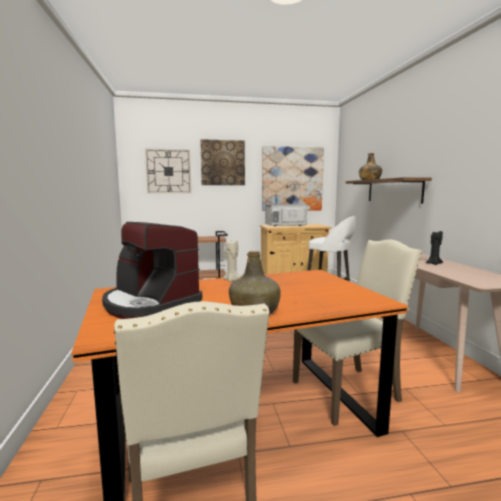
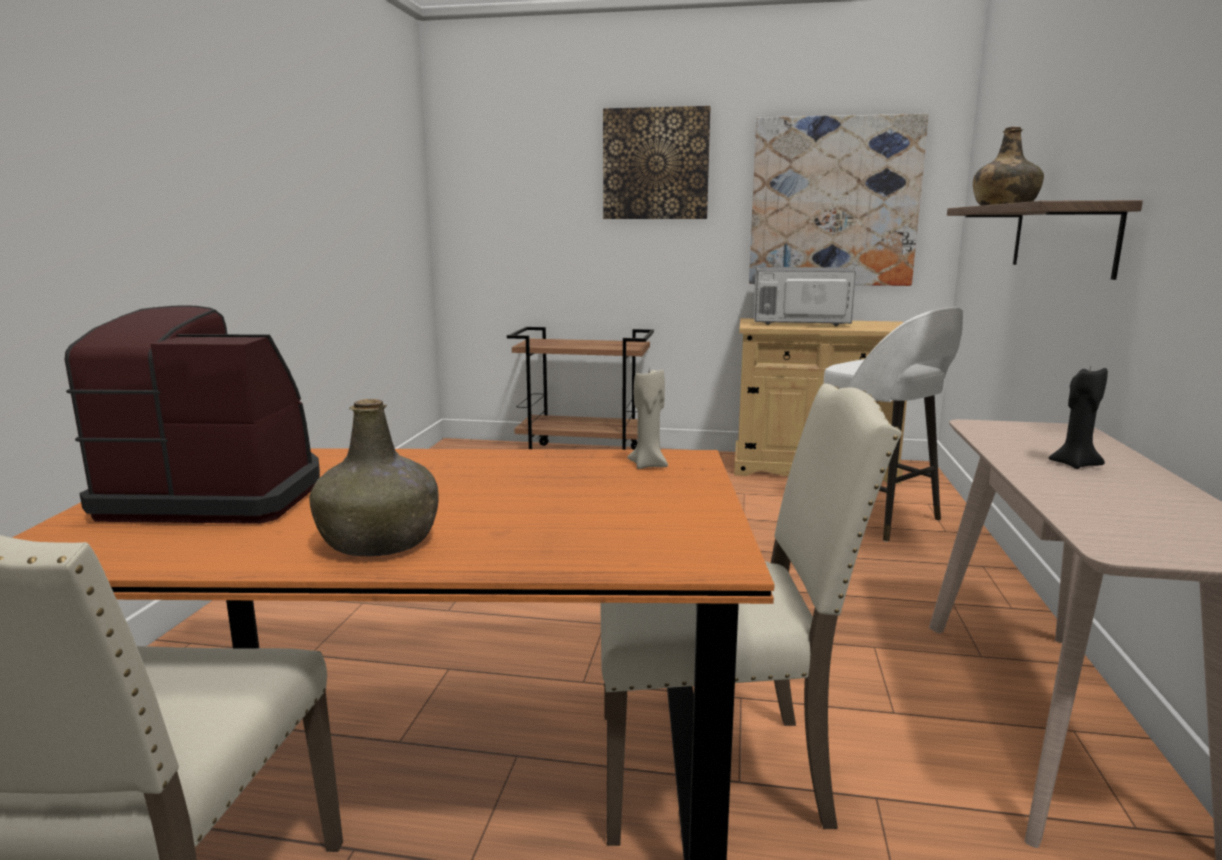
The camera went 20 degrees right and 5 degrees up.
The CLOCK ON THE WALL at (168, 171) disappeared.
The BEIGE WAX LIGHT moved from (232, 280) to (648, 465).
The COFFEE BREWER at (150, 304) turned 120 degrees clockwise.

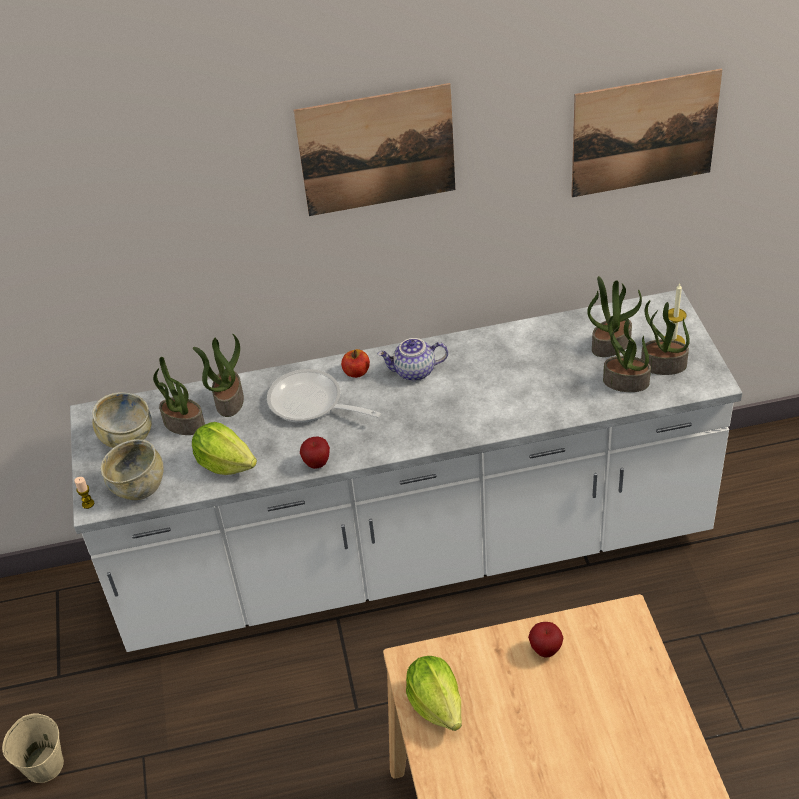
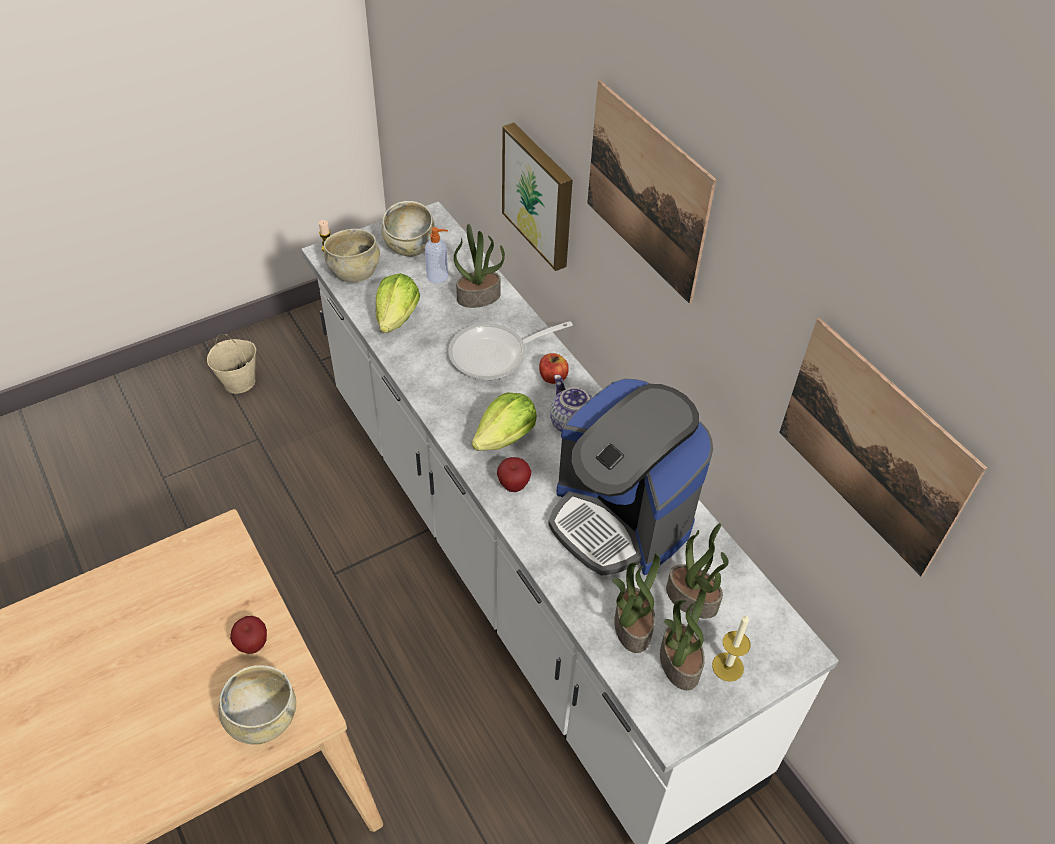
The camera went 65 degrees right and 5 degrees up.
The BEIGE DEEP DISH at (263, 720) appeared.
The WALL ART at (540, 195) appeared.
The COFFEE BREWER at (620, 518) appeared.
The WHOLE APPLE moved from (317, 463) to (513, 485).
The LETTUCE moved from (436, 704) to (506, 438).
The PLANT IN A POT at (183, 424) was replaced by the LIQUID SOAP BOTTLE at (438, 276).
The SKILLET at (311, 404) turned 120 degrees counterclockwise.

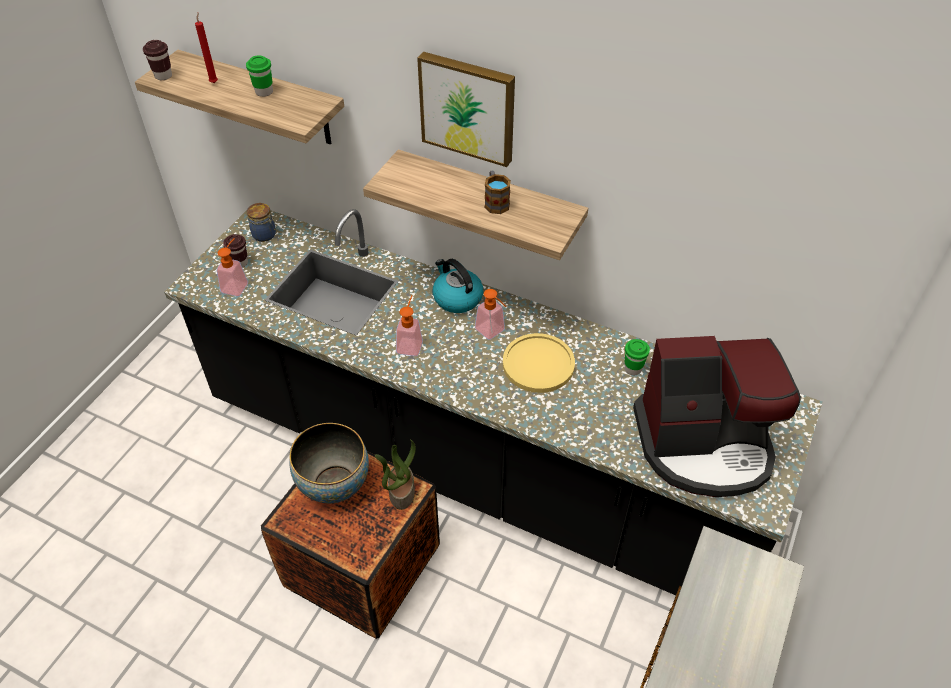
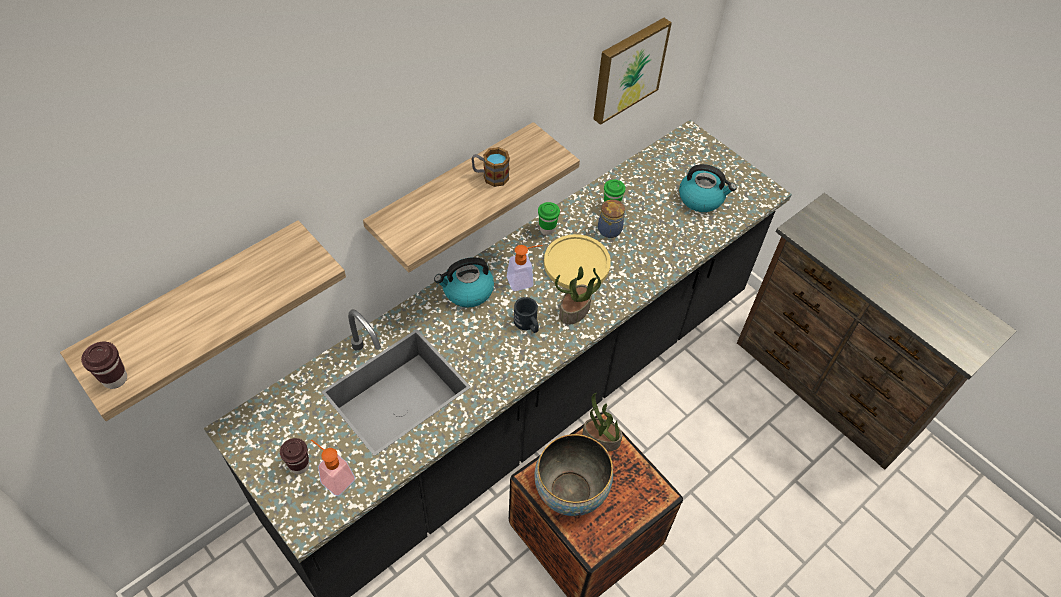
The camera went 70 degrees left and 5 degrees up.
The RED WAX LIGHT at (214, 82) disappeared.
The LIQUID SOAP BOTTLE at (410, 343) disappeared.
The BLACKISH MUG at (527, 324) appeared.
The PLANT IN A POT at (575, 311) appeared.
The GREENISH SMALL CUP moved from (264, 92) to (547, 229).
The PRESERVE JAR moved from (265, 235) to (610, 229).
The WALL ART moved from (468, 107) to (628, 69).
The COFFEE BREWER at (704, 445) was replaced by the TEA KETTLE at (701, 198).

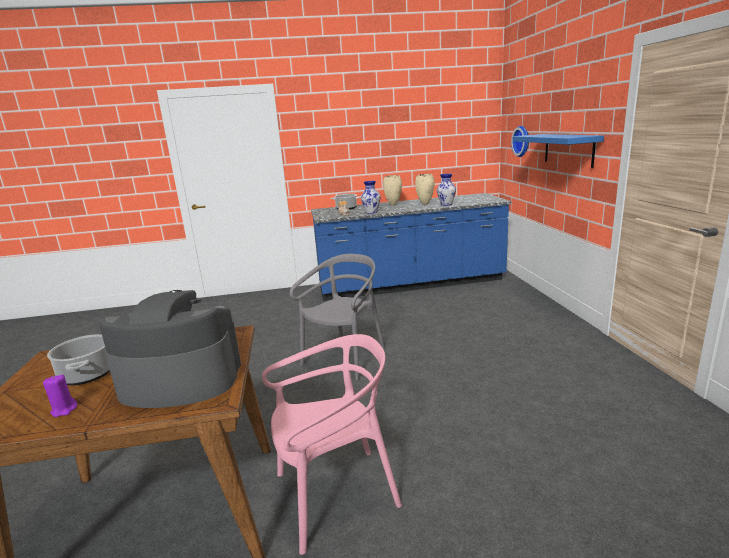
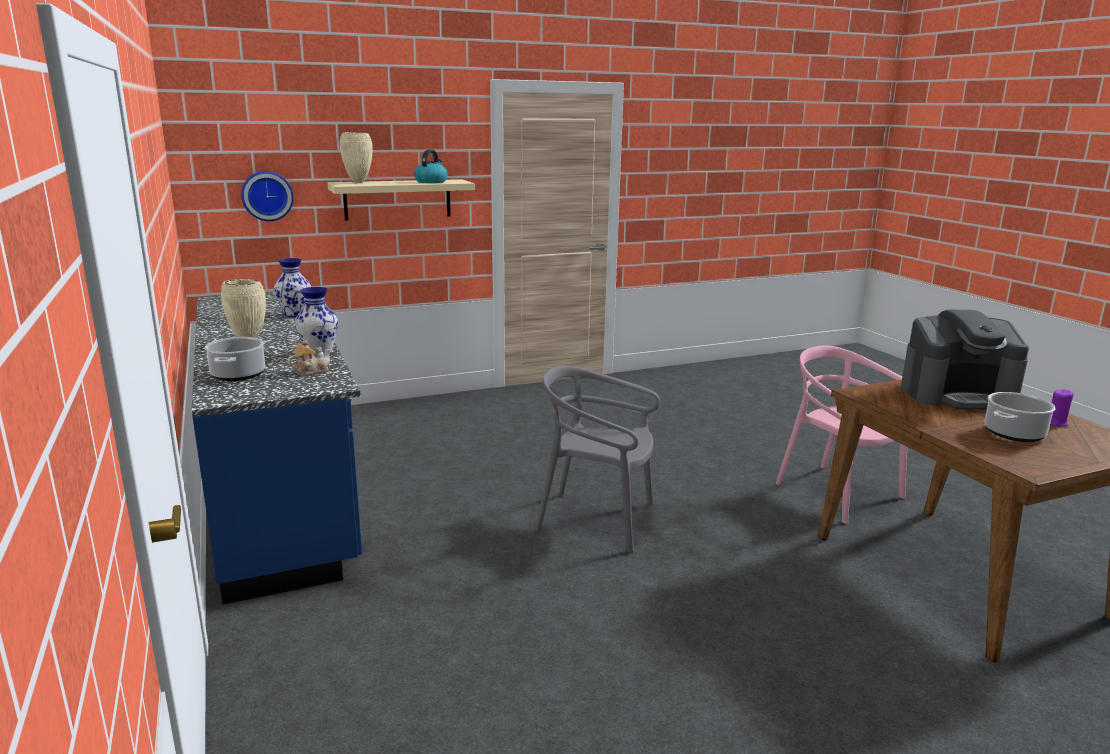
The camera went 105 degrees left and 0 degrees up.
The TEA KETTLE at (431, 182) appeared.
The BEIGE VASE moved from (425, 204) to (359, 183).
The BLUE-COLOURED SHELF at (568, 149) became the BEIGE SHELF at (397, 199).
The COFFEE BREWER at (180, 380) turned 75 degrees counterclockwise.

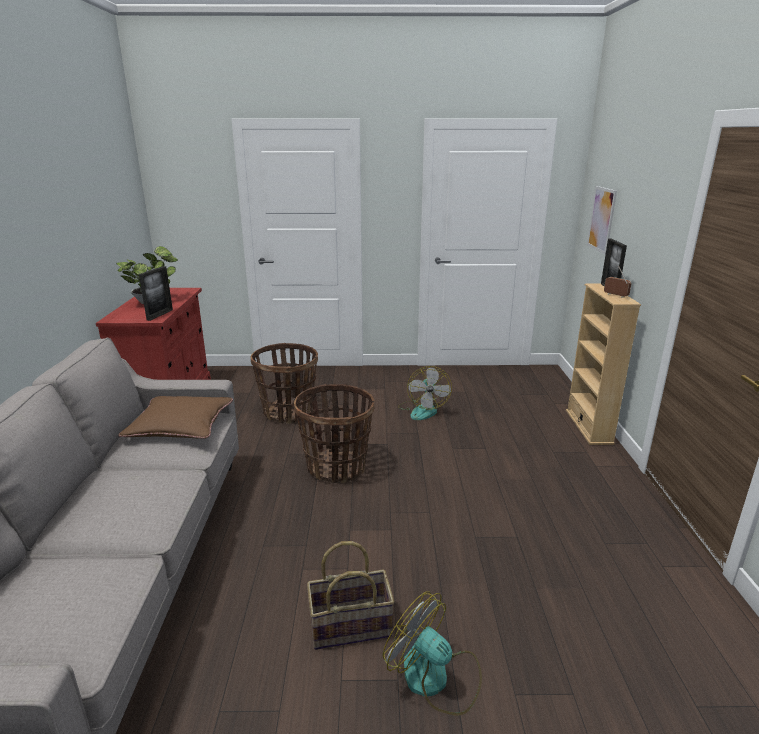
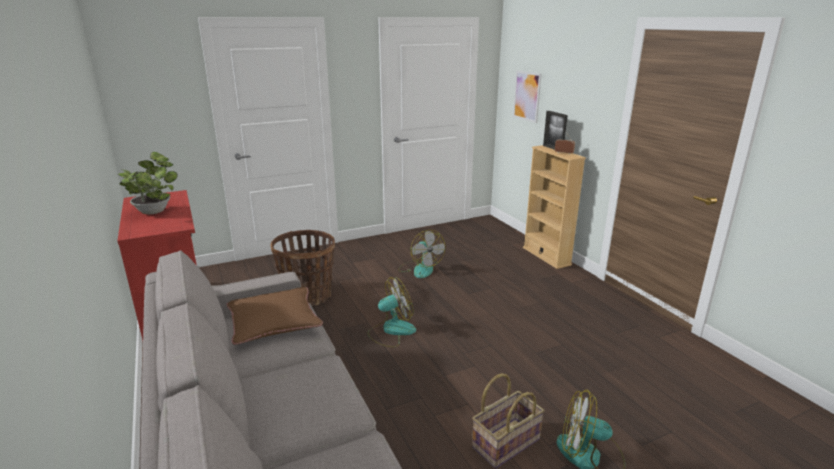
The camera went 25 degrees left and 0 degrees up.
The PICTURE FRAME at (160, 315) disappeared.
The BASKET at (336, 468) was replaced by the ELECTRIC FAN at (391, 331).

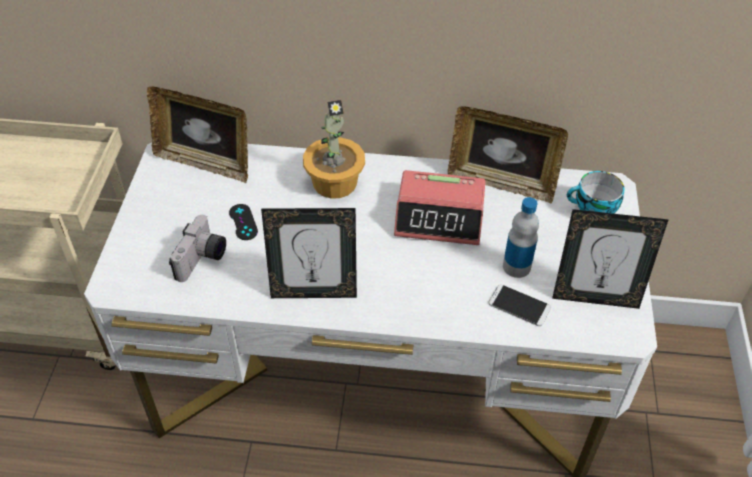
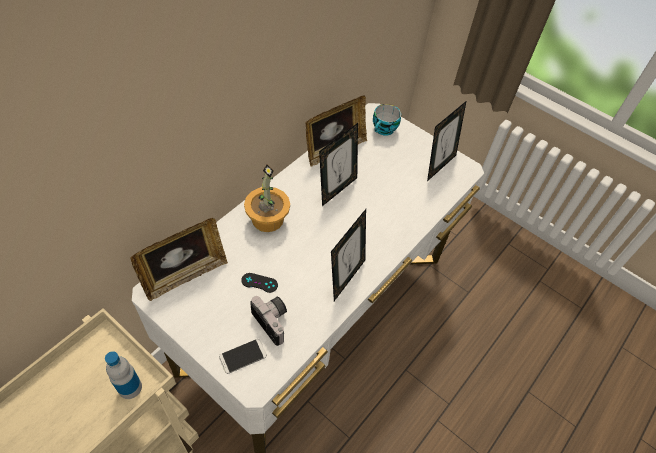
The camera went 60 degrees left and 5 degrees up.
The HANDSET moved from (519, 305) to (243, 356).
The BEVERAGE BOTTLE moved from (516, 266) to (130, 387).
The BEDSIDE CLOCK at (440, 217) was replaced by the PICTURE FRAME at (336, 189).

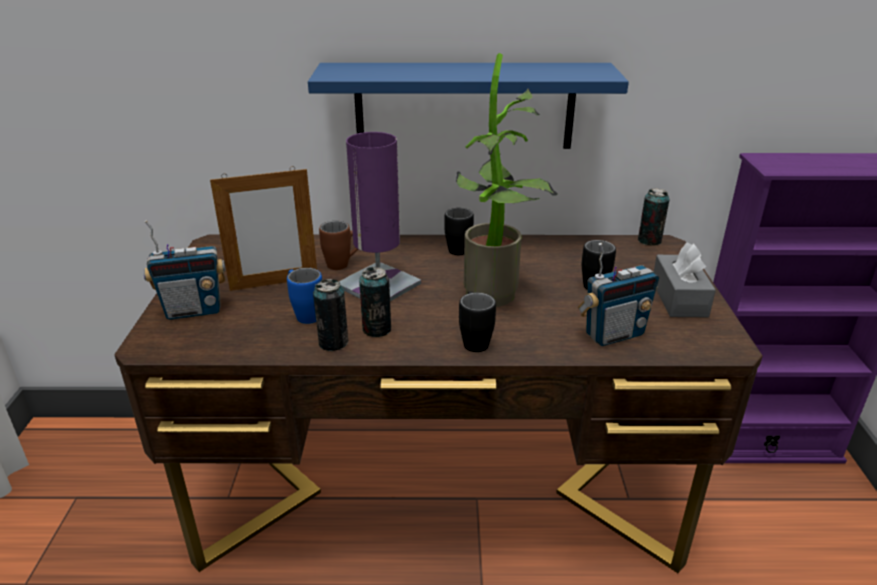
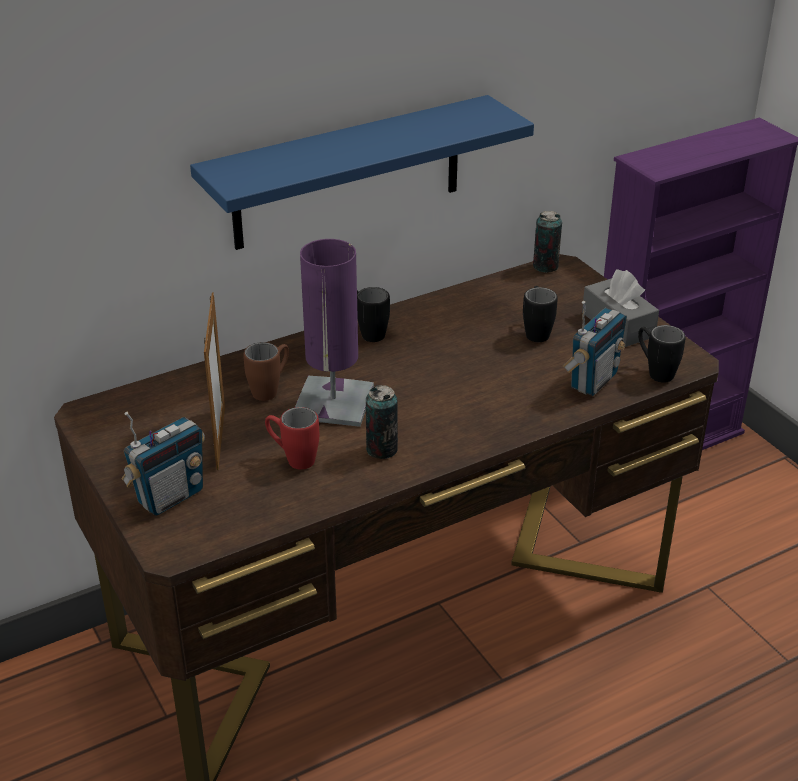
The camera went 30 degrees left and 5 degrees up.
The METAL CAN at (333, 342) disappeared.
The PLANT IN A POT at (498, 296) disappeared.
The BLACKISH MUG moved from (474, 340) to (655, 372).
The BLUE-COLOURED MUG at (305, 314) became the RED MUG at (293, 459).
The PICTURE FRAME at (274, 283) turned 45 degrees counterclockwise.

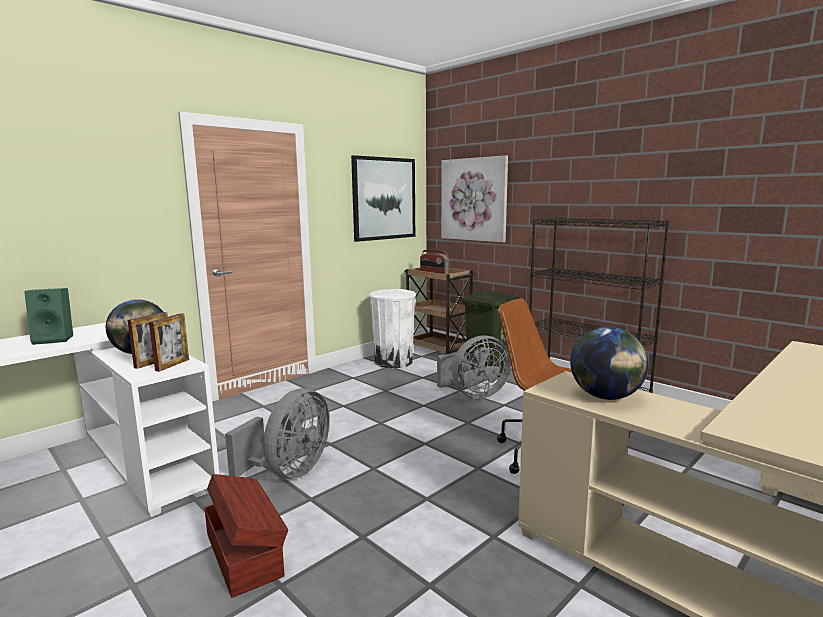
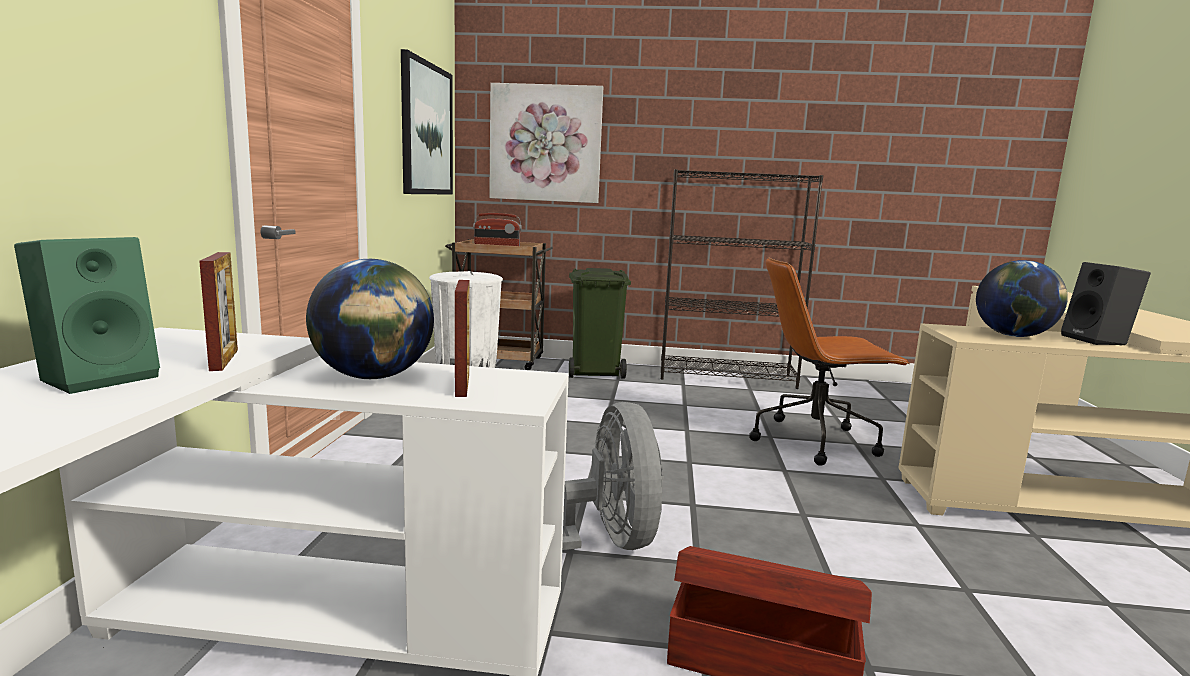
The camera went 40 degrees left and 0 degrees up.
The GREY ELECTRIC FAN at (474, 394) disappeared.
The BLACKISH AUDIO SPEAKER at (1098, 341) appeared.
The PICTURE FRAME moved from (172, 365) to (224, 360).

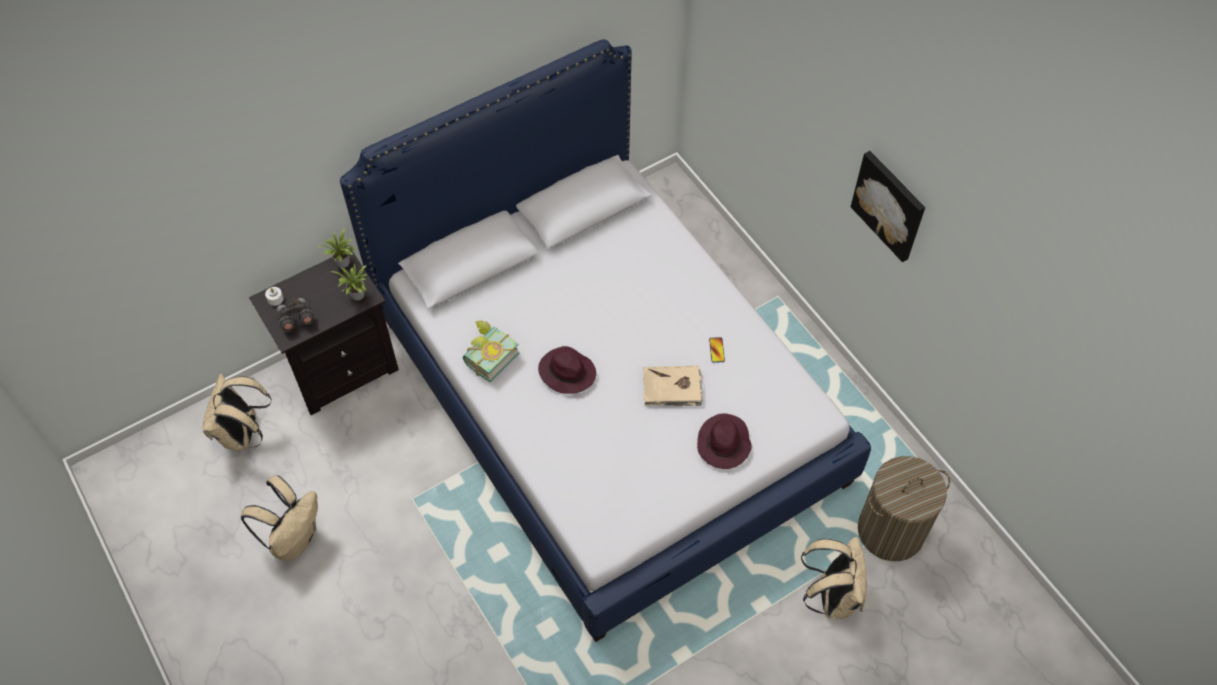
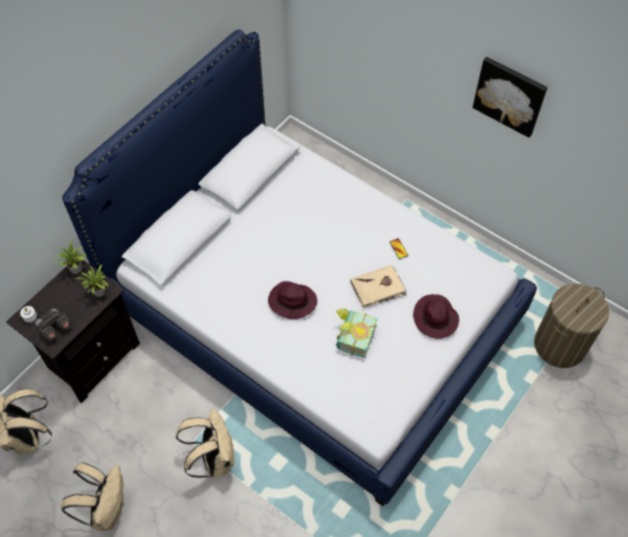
The camera went 20 degrees left and 0 degrees up.
The BOOK moved from (488, 356) to (351, 336).
The BEIGE RUCKSACK moved from (832, 596) to (213, 459).

